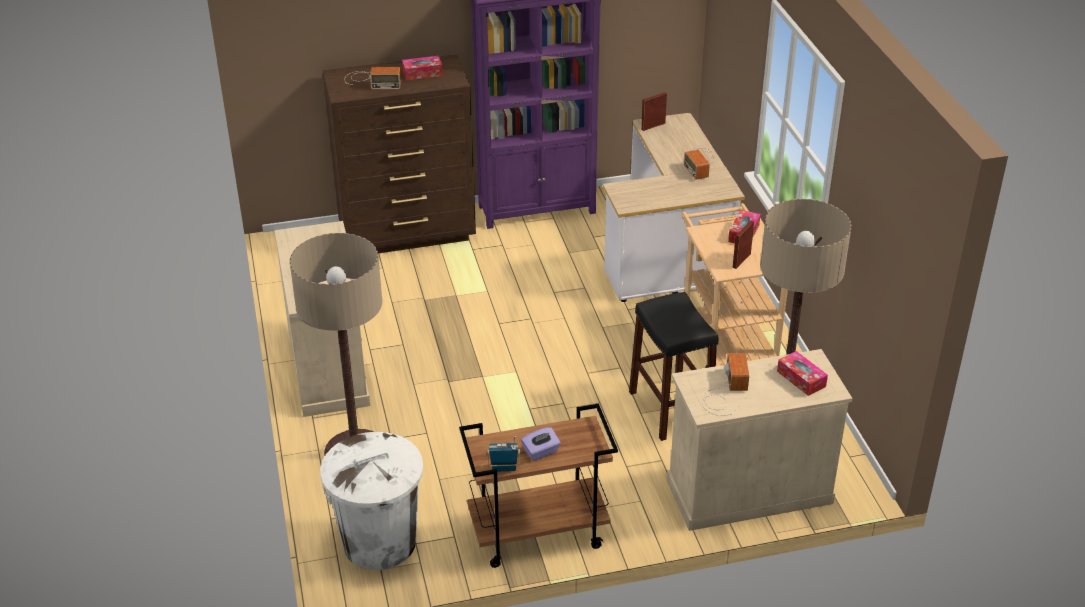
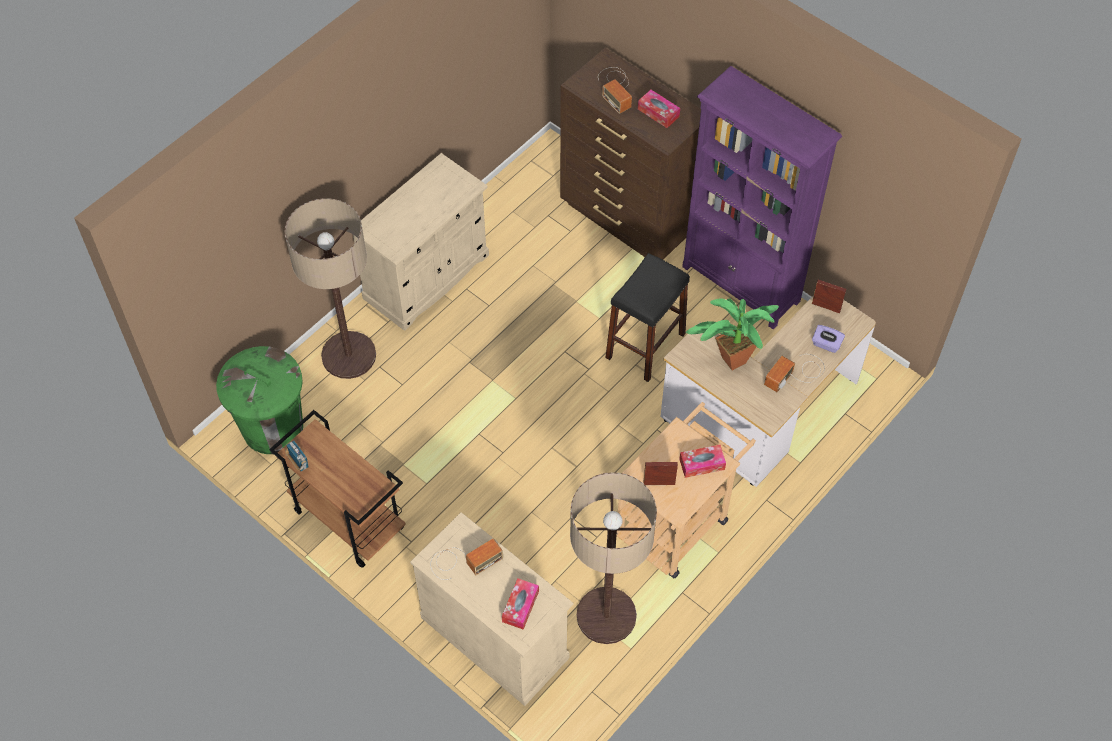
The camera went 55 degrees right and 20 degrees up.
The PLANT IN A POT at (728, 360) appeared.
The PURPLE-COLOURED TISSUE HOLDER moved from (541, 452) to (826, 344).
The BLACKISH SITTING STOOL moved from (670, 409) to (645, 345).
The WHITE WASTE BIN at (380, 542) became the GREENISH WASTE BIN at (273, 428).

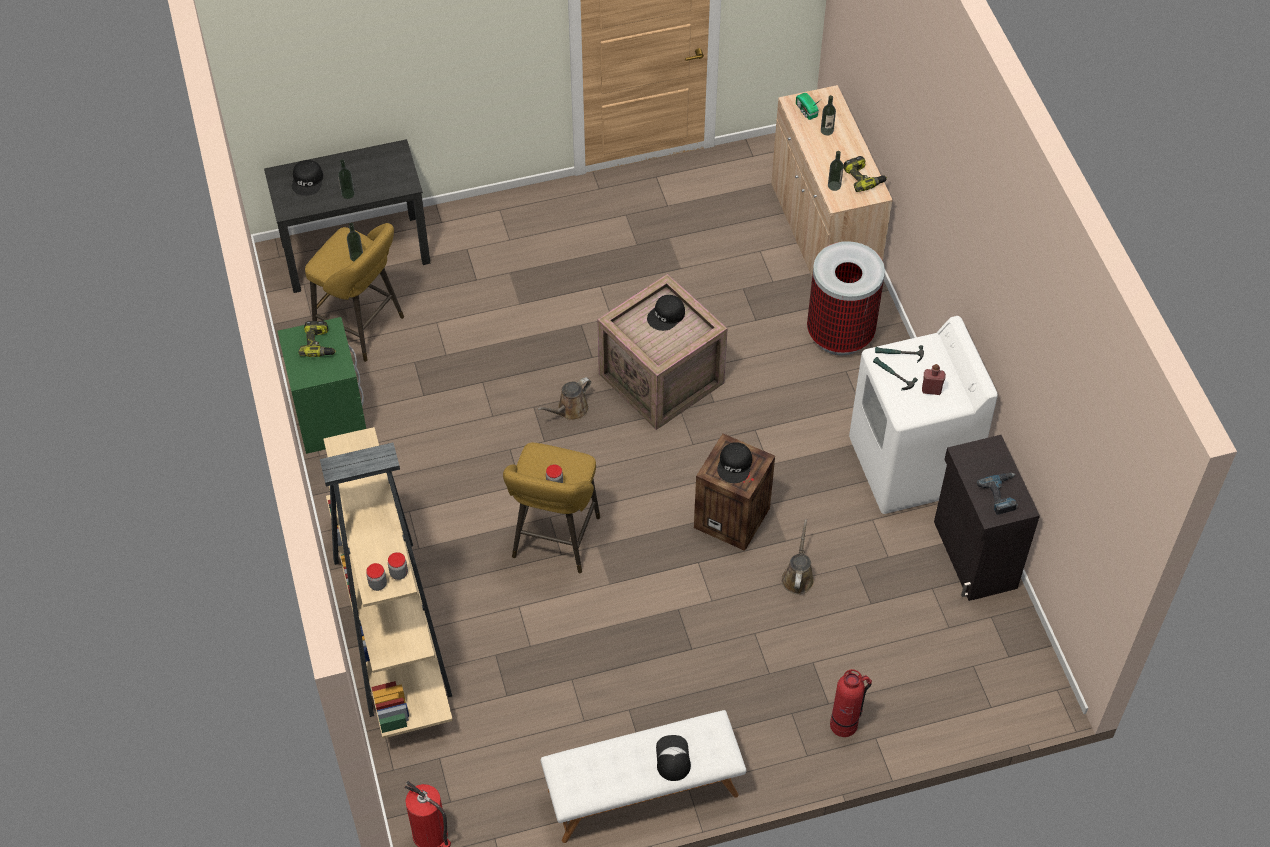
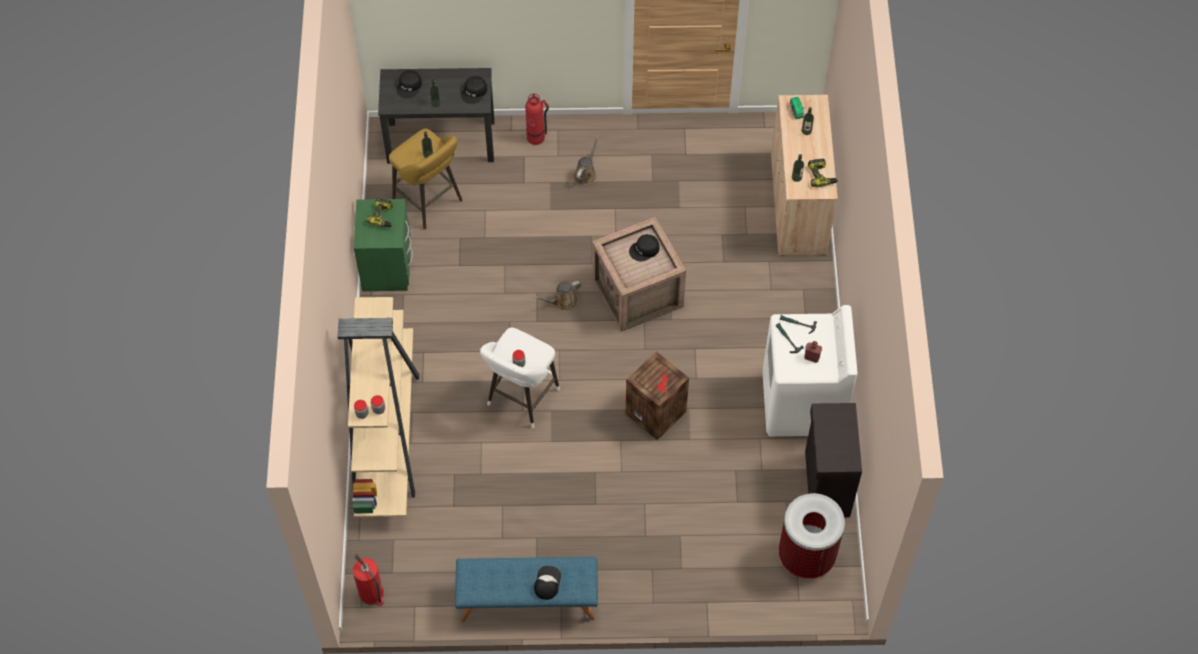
The camera went 15 degrees right and 5 degrees up.
The DRILL at (1001, 495) disappeared.
The BLACKISH CAP moved from (735, 465) to (474, 92).
The BROWNISH WATERING CAN moved from (798, 576) to (586, 174).
The WASTE BIN moved from (840, 334) to (806, 556).
The EXTINGUISHER moved from (844, 724) to (536, 137).
The YELLOW SITTING STOOL at (554, 541) became the WHITE SITTING STOOL at (521, 400).
The WHITE BENCH at (643, 793) became the BLUE-COLOURED BENCH at (527, 601).

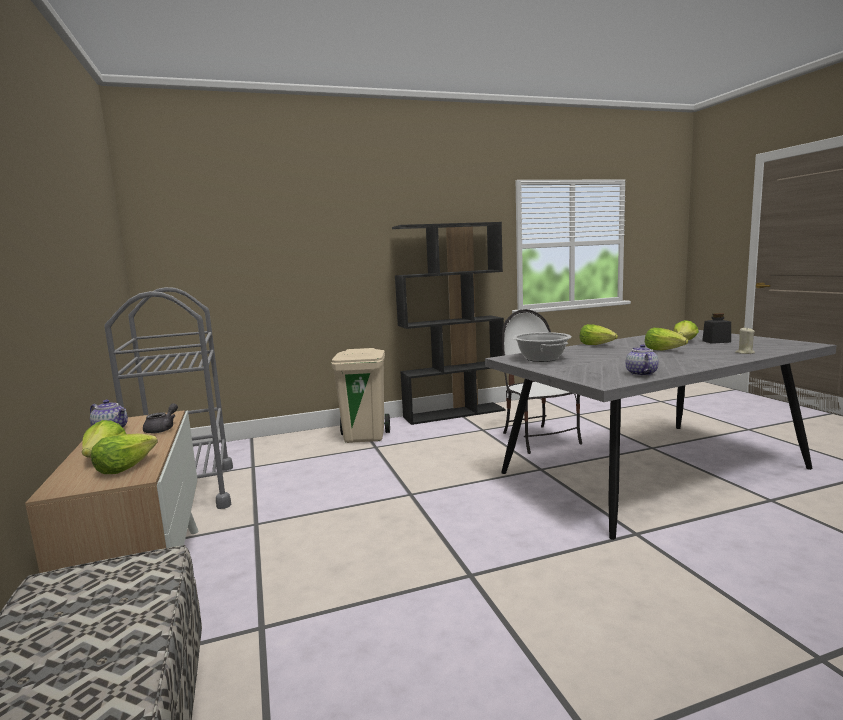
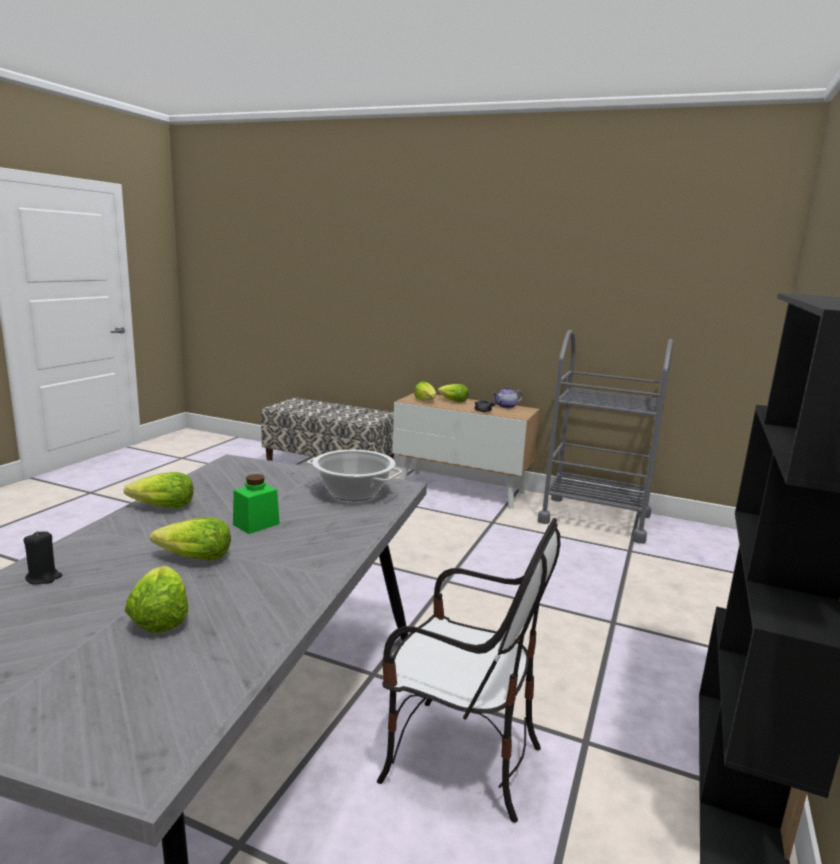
The camera went 130 degrees right and 5 degrees up.
The BEIGE WASTE BIN at (365, 437) disappeared.
The TEAPOT at (640, 374) disappeared.
The BLACKISH PRESERVE JAR at (716, 341) disappeared.
The GREENISH PRESERVE JAR at (256, 524) appeared.
The LETTUCE moved from (597, 345) to (163, 507).
The BEIGE WAX LIGHT at (745, 353) became the BLACKISH WAX LIGHT at (43, 578).

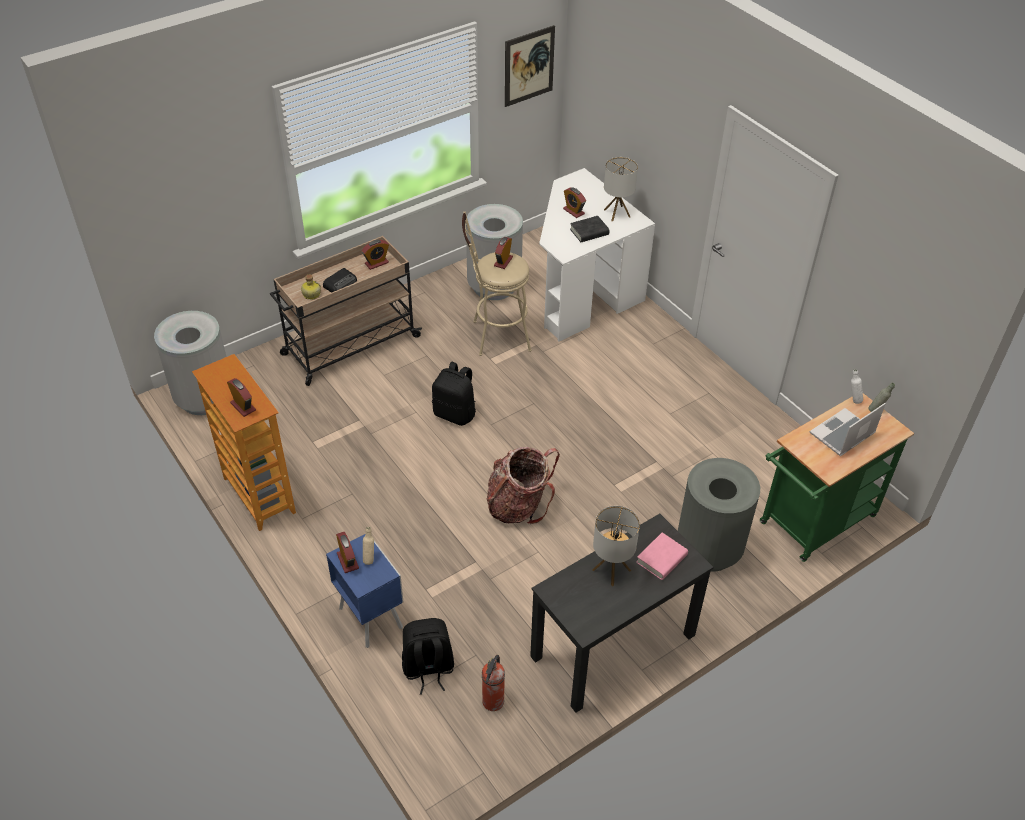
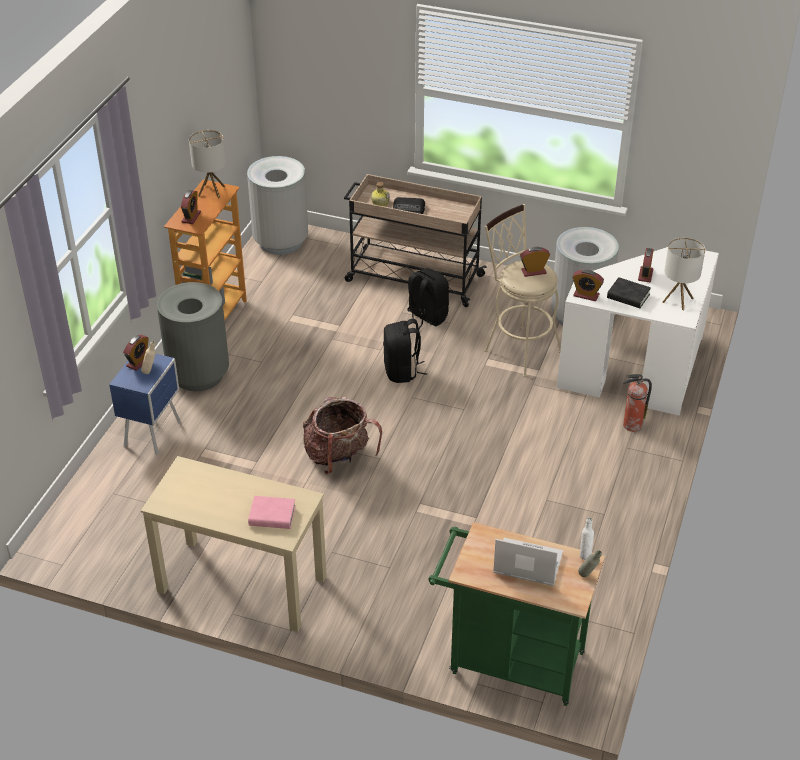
The camera went 55 degrees right and 5 degrees down.
The WALL ART at (529, 66) disappeared.
The BEDSIDE CLOCK moved from (376, 263) to (586, 295).
The BLACKISH RUCKSACK moved from (428, 668) to (426, 317).
The EXTINGUISHER moved from (492, 702) to (631, 425).
The LAMP FOR A TABLE moved from (611, 570) to (211, 191).
The GREY WASTE BIN moved from (708, 549) to (198, 375).
The BLACKISH DESK UNIT at (612, 646) became the BEIGE DESK UNIT at (241, 584).

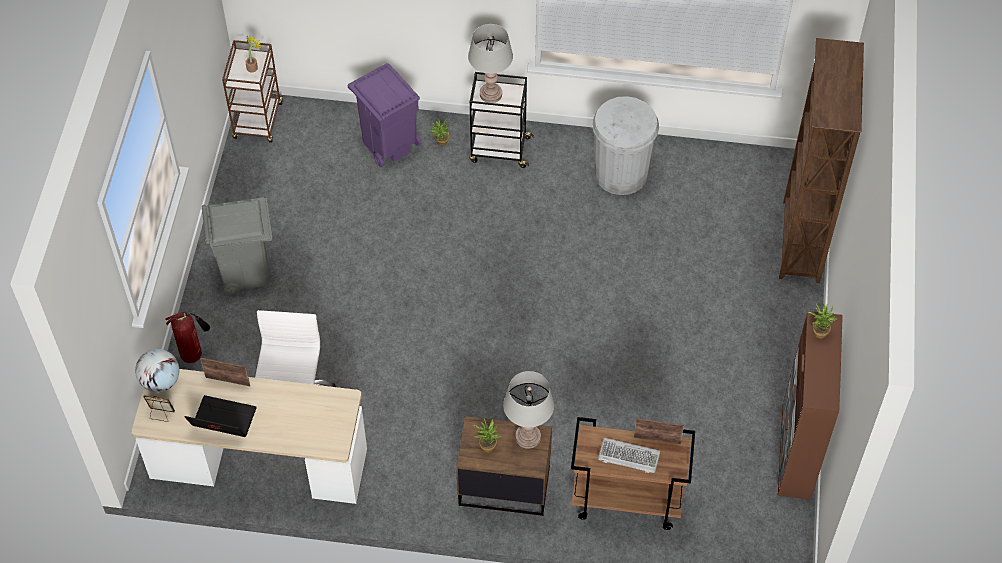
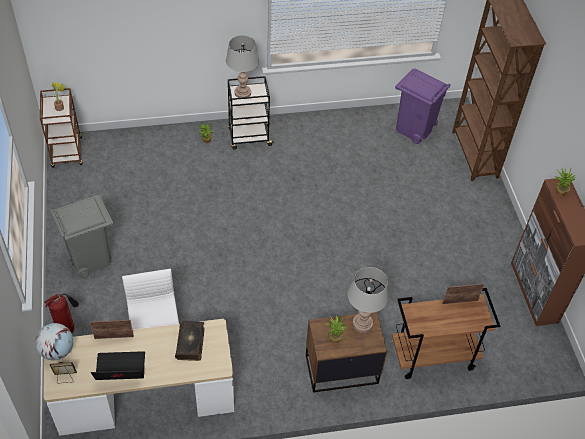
The camera went 20 degrees left and 5 degrees down.
The WHITE WASTE BIN at (621, 173) disappeared.
The COMPUTER KEYBOARD at (628, 457) disappeared.
The BOOK at (191, 343) appeared.
The PURPLE-COLOURED WASTE BIN moved from (388, 144) to (414, 128).

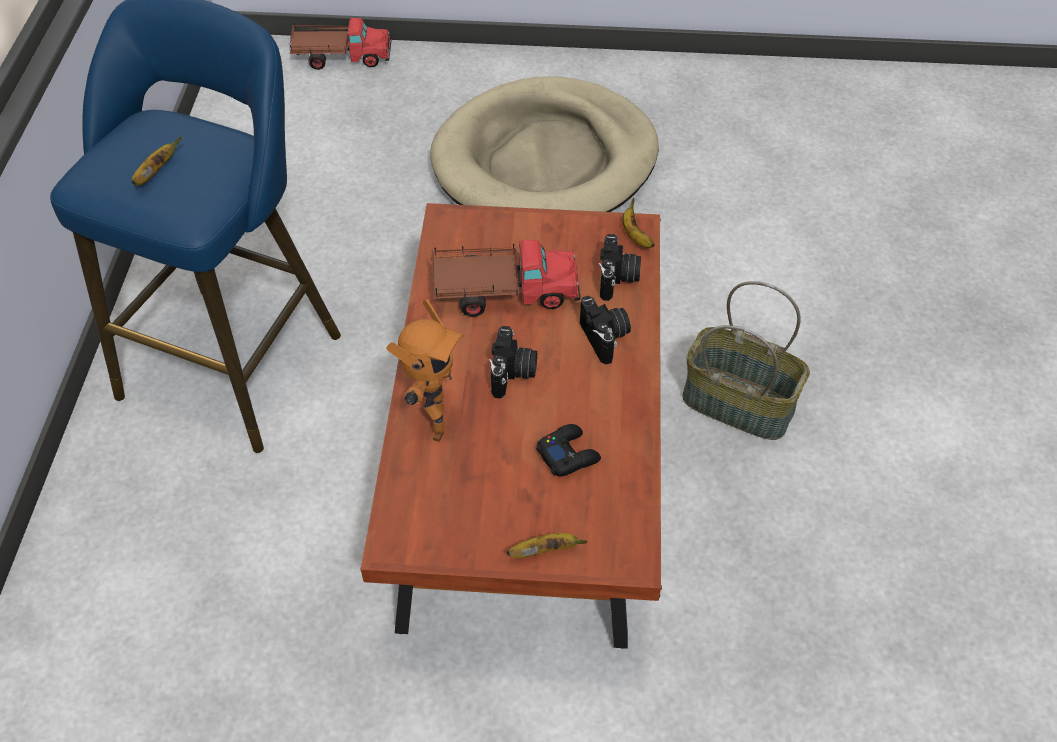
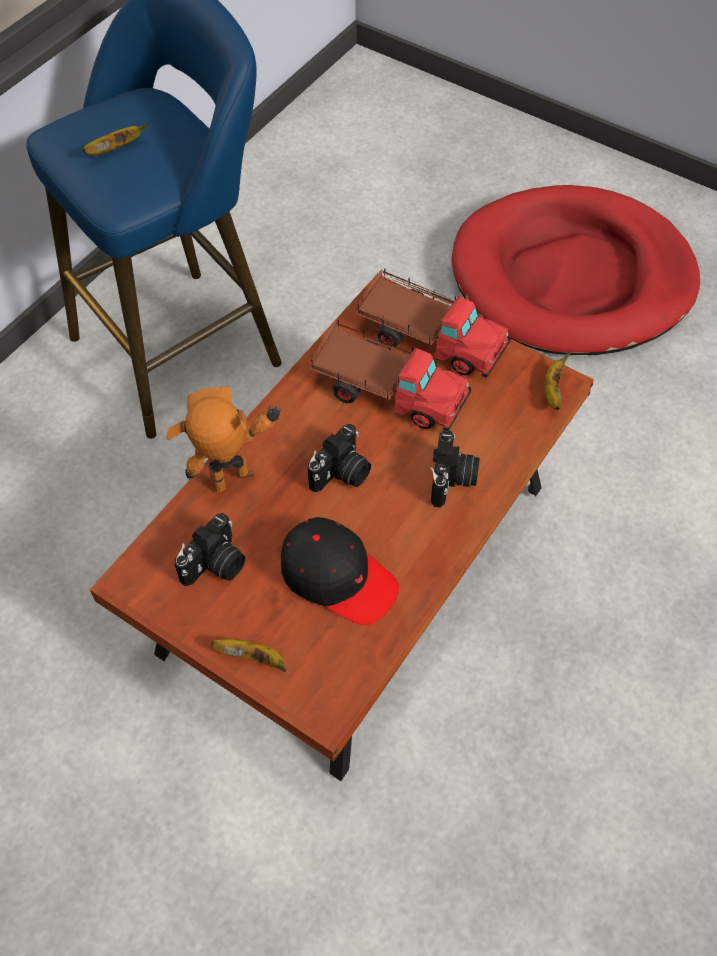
The camera went 30 degrees right and 5 degrees up.
The BASKET at (739, 403) disappeared.
The MODEL TRUCK moved from (341, 56) to (429, 338).
The PHOTO CAMERA moved from (618, 279) to (216, 565).
The BLACKISH GAMEPAD at (568, 454) was replaced by the BLACKISH CAP at (338, 577).
The BEIGE PET BED at (545, 161) became the RED PET BED at (572, 278).
The TOY ROBOT at (431, 424) turned 150 degrees counterclockwise.

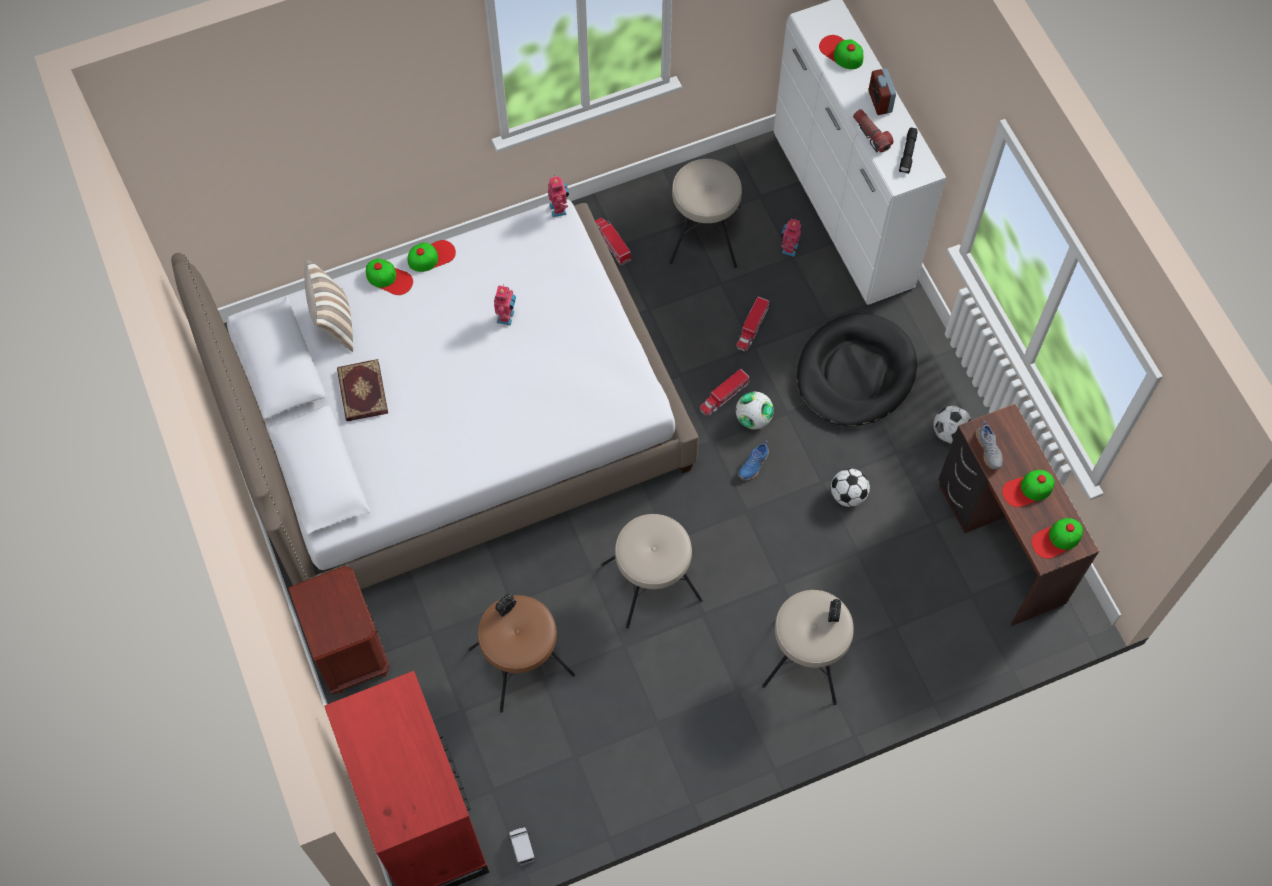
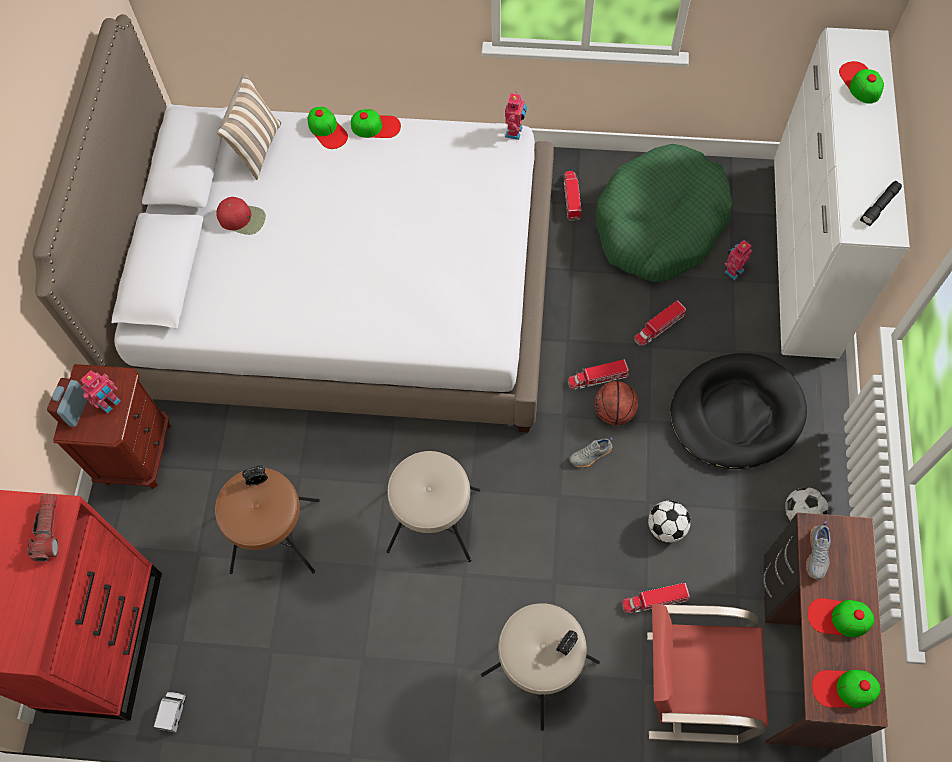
The camera went 30 degrees right and 0 degrees up.
The MODEL TRUCK at (655, 600) appeared.
The RED CHAIR at (689, 685) appeared.
The TOY ROBOT moved from (506, 317) to (110, 403).
The FLASHLIGHT moved from (871, 134) to (48, 530).
The BEDSIDE CLOCK moved from (880, 101) to (74, 410).
The BOOK at (361, 392) was replaced by the RED CAP at (242, 218).
The BEIGE SITTING STOOL at (704, 234) was replaced by the GREENISH PET BED at (660, 224).
The BALL FOR FOOTBALL at (753, 418) was replaced by the BALL FOR BASKETBALL at (614, 412).
The BLUE-COLOURED LOW SHOE at (754, 465) became the GREY LOW SHOE at (591, 455).

